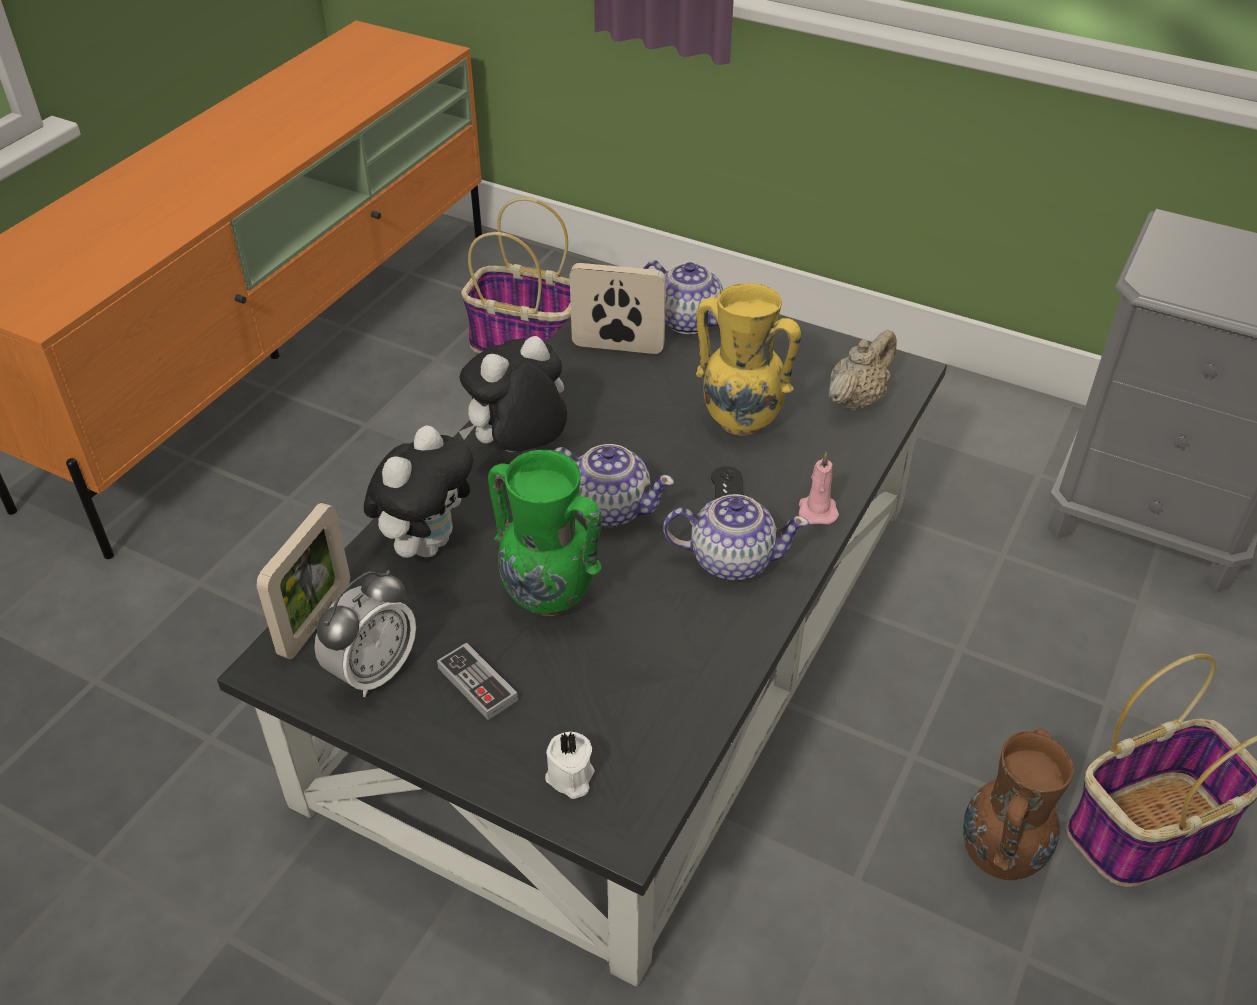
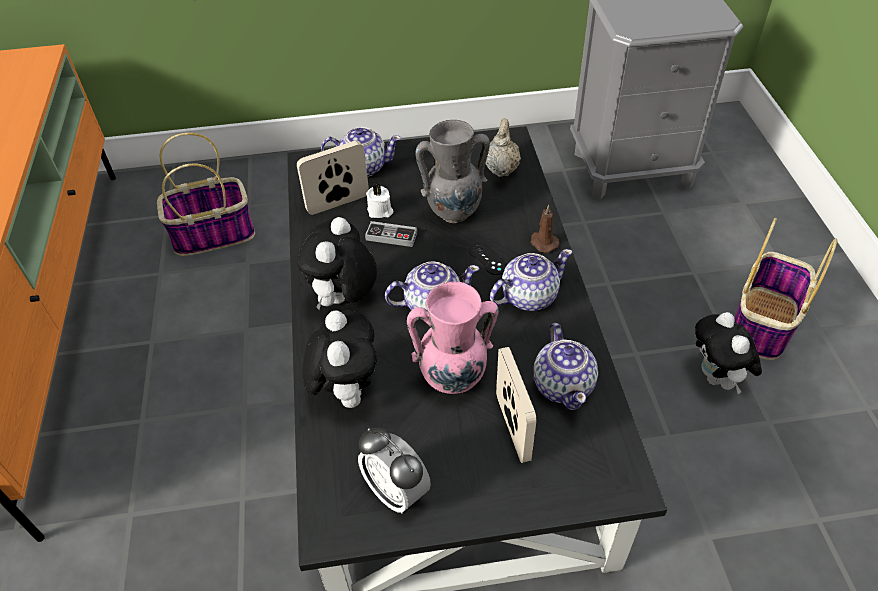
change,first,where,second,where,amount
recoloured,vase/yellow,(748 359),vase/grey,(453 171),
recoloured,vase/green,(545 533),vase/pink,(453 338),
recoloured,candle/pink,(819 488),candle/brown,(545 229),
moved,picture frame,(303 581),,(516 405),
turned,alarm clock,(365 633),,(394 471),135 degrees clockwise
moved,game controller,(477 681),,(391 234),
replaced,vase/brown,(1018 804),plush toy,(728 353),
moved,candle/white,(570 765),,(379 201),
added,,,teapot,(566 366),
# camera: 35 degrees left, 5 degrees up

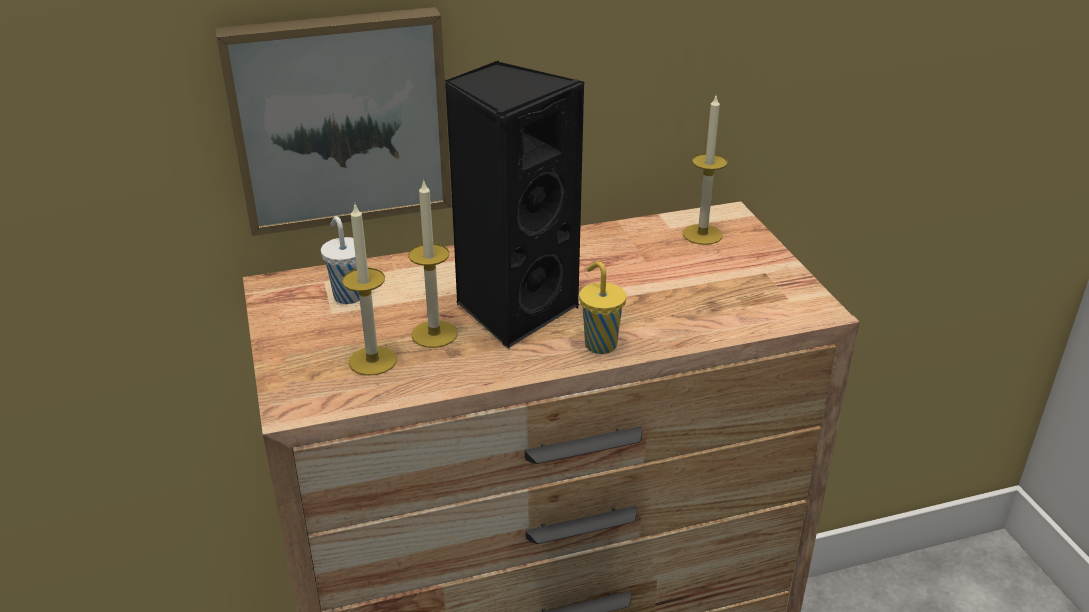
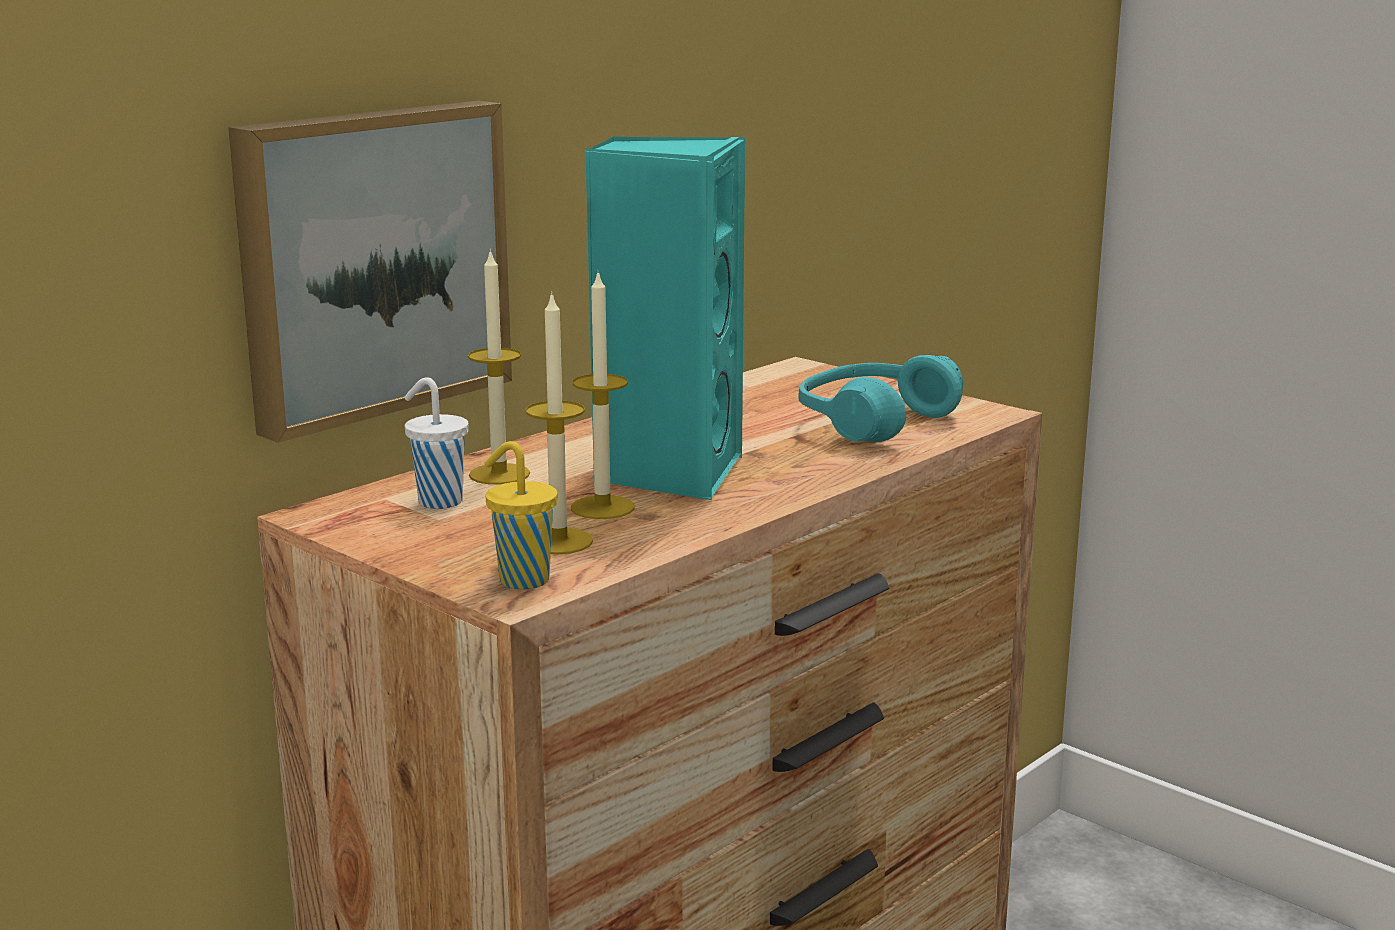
change,first,where,second,where,amount
recoloured,speaker/black,(514 204),speaker/turquoise,(665 318),
moved,candle,(705 170),,(499 367),
moved,cup/yellow,(602 307),,(521 515),
added,,,headphones/turquoise,(881 398),
# camera: 30 degrees left, 15 degrees down

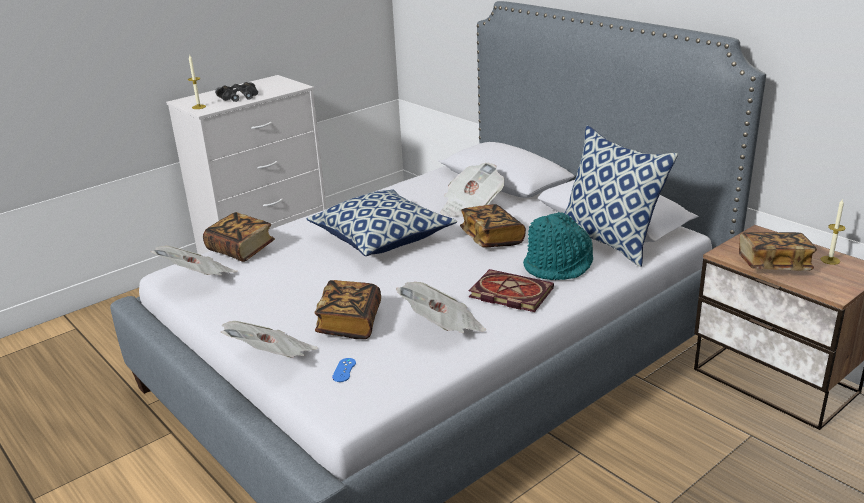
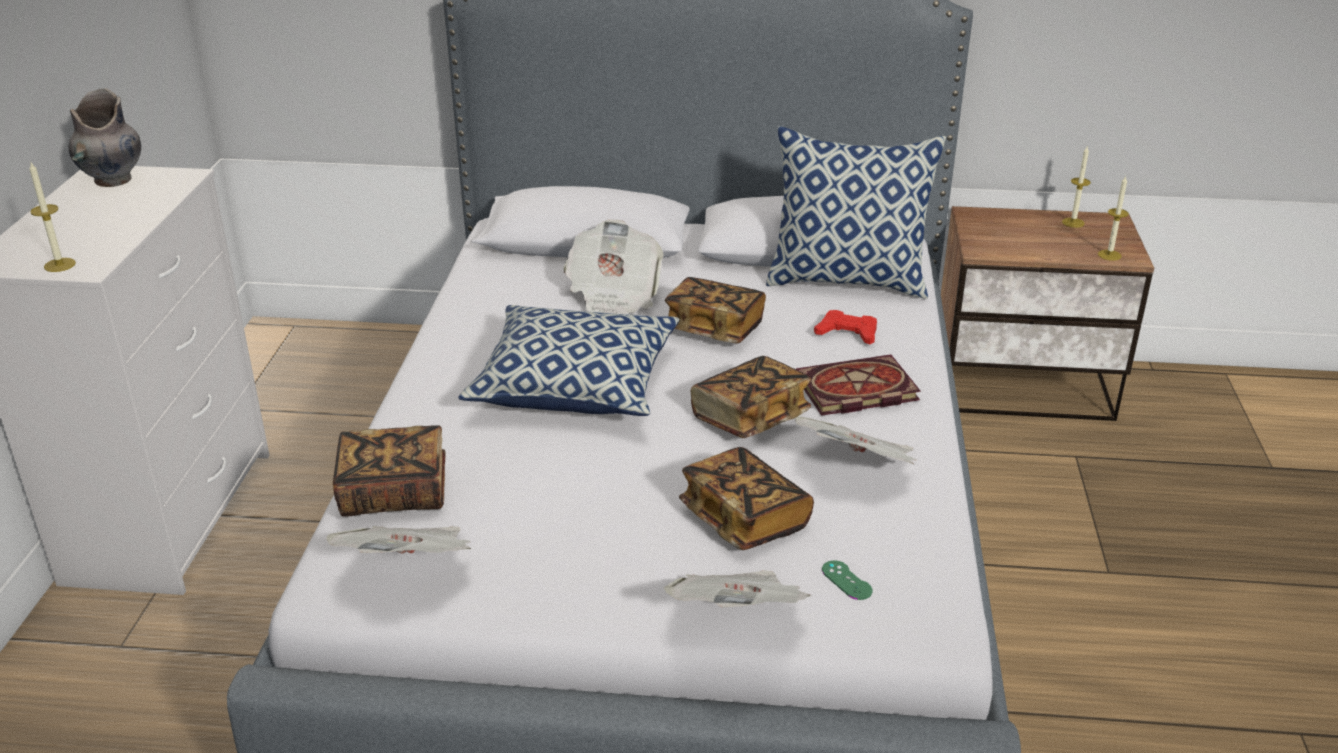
change,first,where,second,where,amount
removed,binoculars/black,(236 92),,,
replaced,hat/turquoise,(558 246),game controller/red,(845 327),
moved,book,(778 251),,(751 397),
recoloured,game controller/blue,(344 370),game controller/green,(847 580),
added,,,vase/grey,(105 137),
added,,,candle,(1113 218),
# camera: 45 degrees left, 5 degrees up

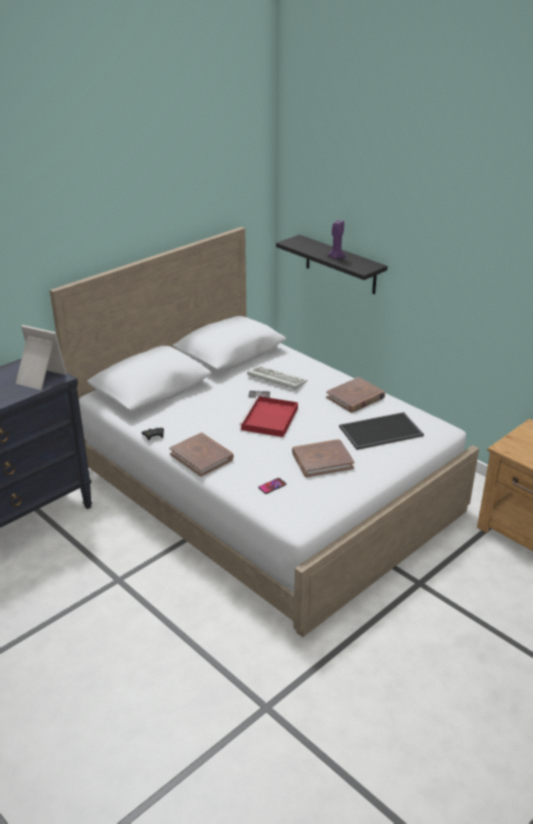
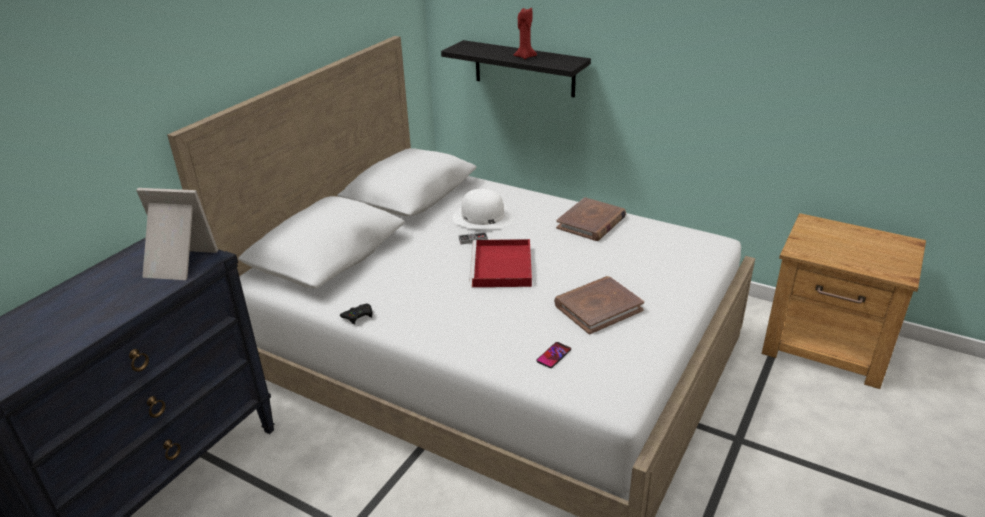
change,first,where,second,where,amount
recoloured,candle/purple,(337 240),candle/red,(525 33),
replaced,keyboard,(277 378),hat/white,(483 209),
removed,tray,(381 431),,,
removed,book/brown,(201 454),,,
# camera: 15 degrees left, 0 degrees up

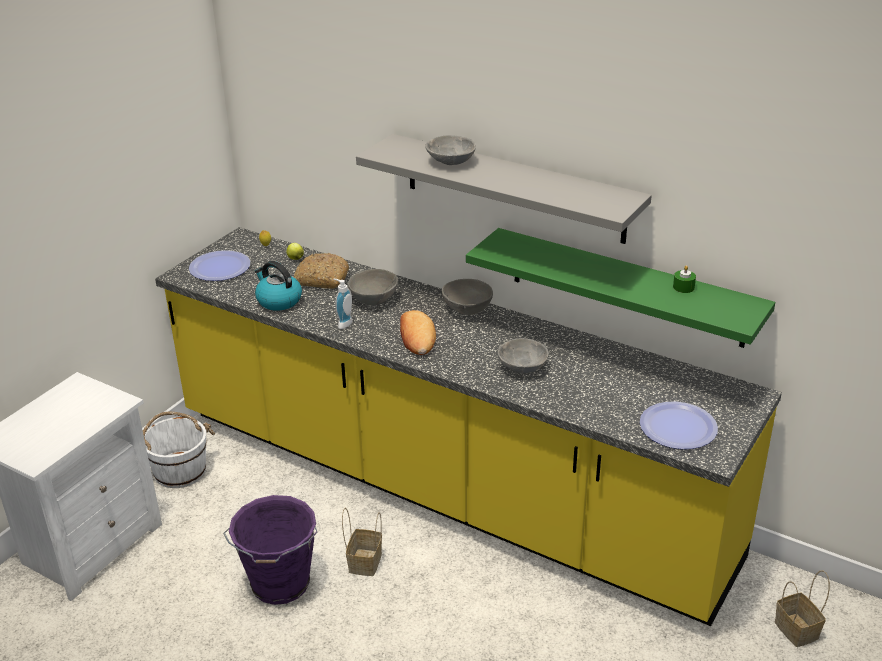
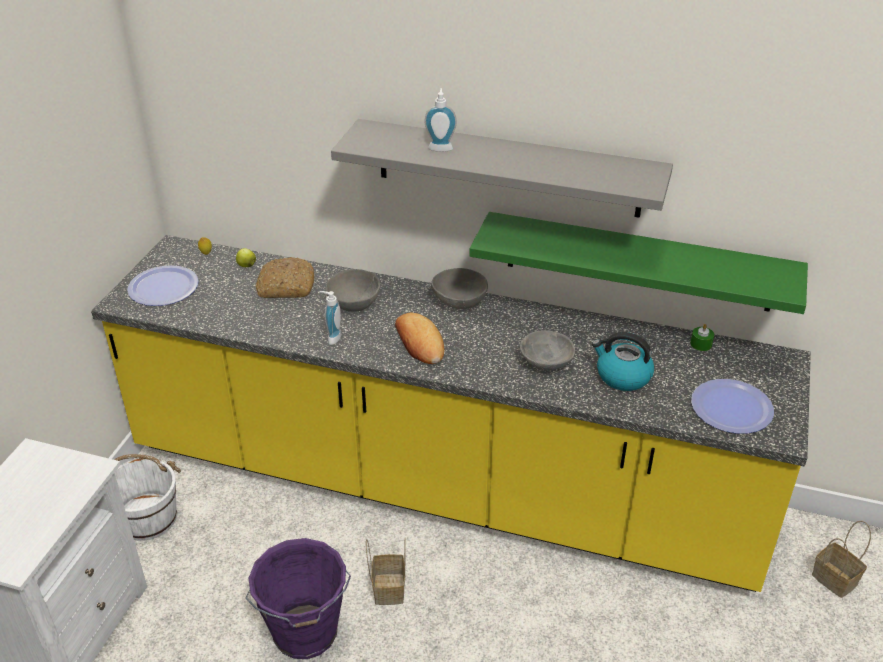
change,first,where,second,where,amount
replaced,bowl/grey,(450 150),soap dispenser,(441 120),
moved,kettle,(278 286),,(623 361),
moved,candle/green,(684 279),,(702 337),
# camera: 15 degrees left, 5 degrees up

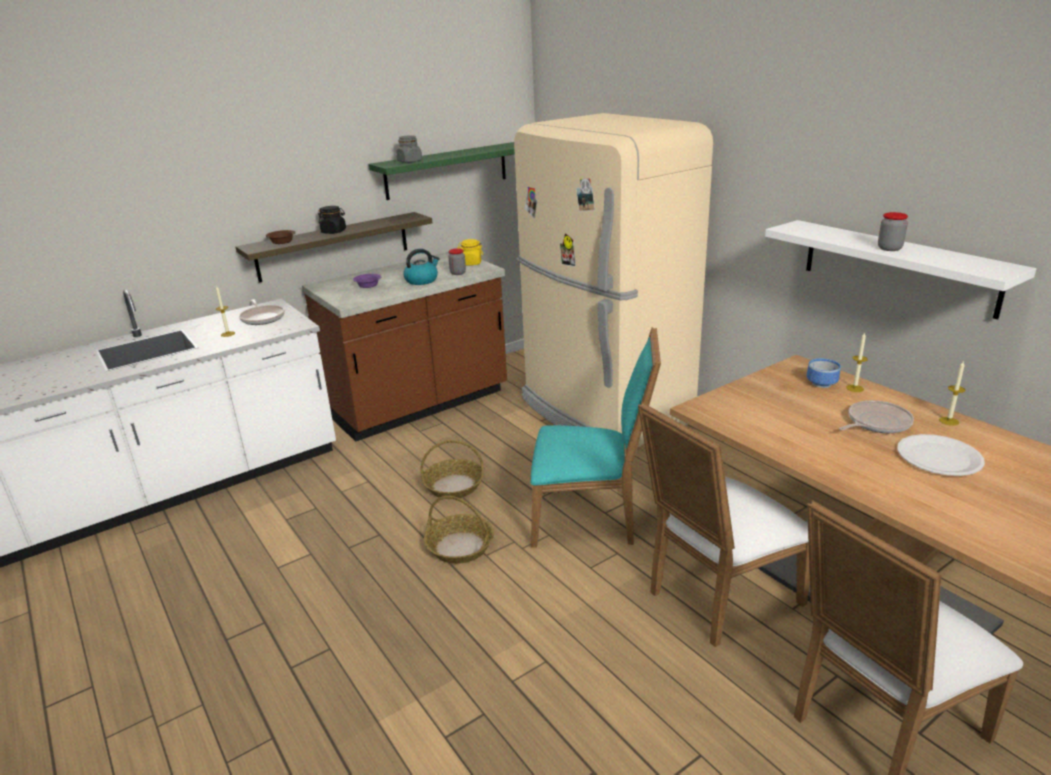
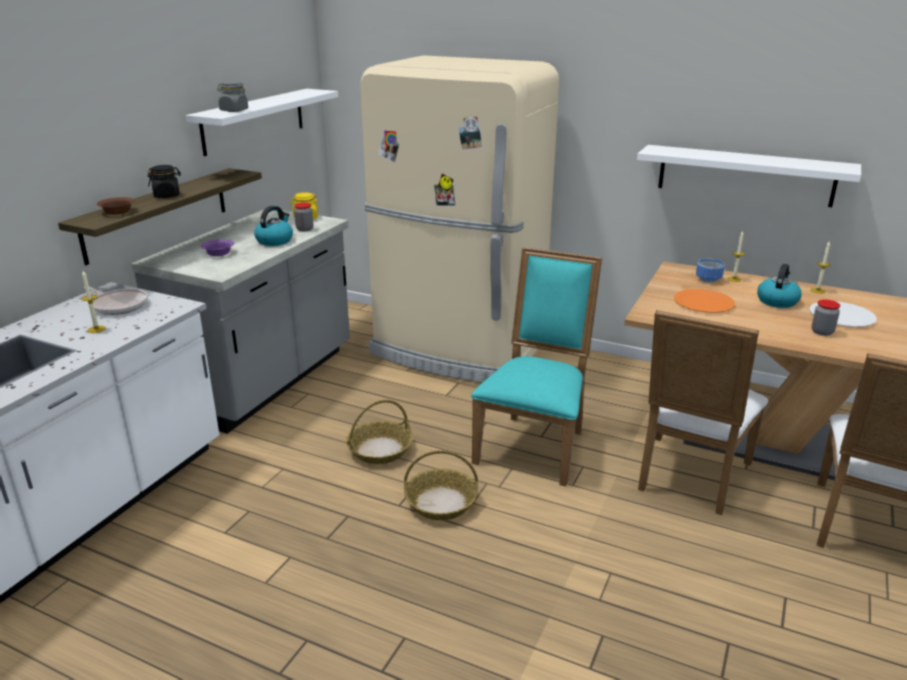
change,first,where,second,where,amount
recoloured,shelf/green,(442 171),shelf/white,(262 122),
moved,jar,(893 231),,(825 318),
recoloured,counter/brown,(404 347),counter/grey,(241 322),
turned,chair/turquoise,(596 437),,(536 367),45 degrees counterclockwise
replaced,frying pan,(876 416),kettle,(779 286),
added,,,plate/orange,(704 301),
# camera: 30 degrees left, 0 degrees up

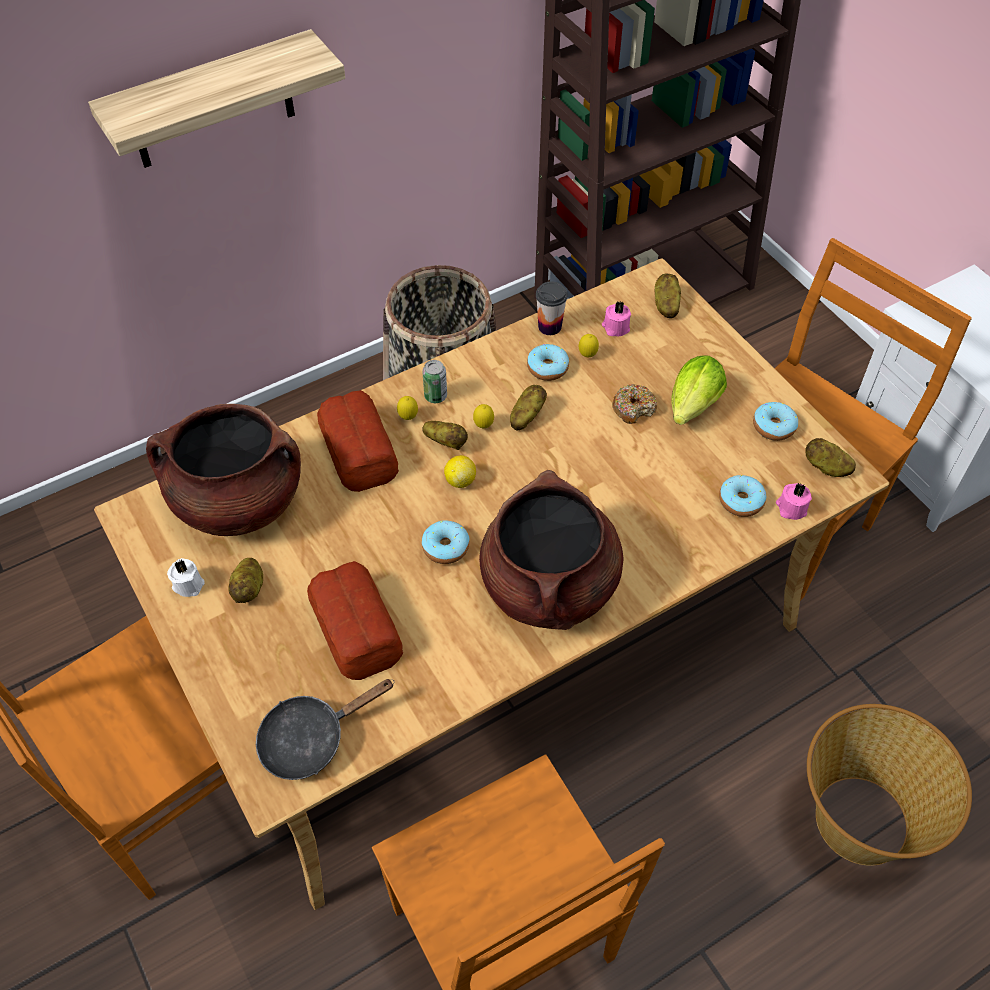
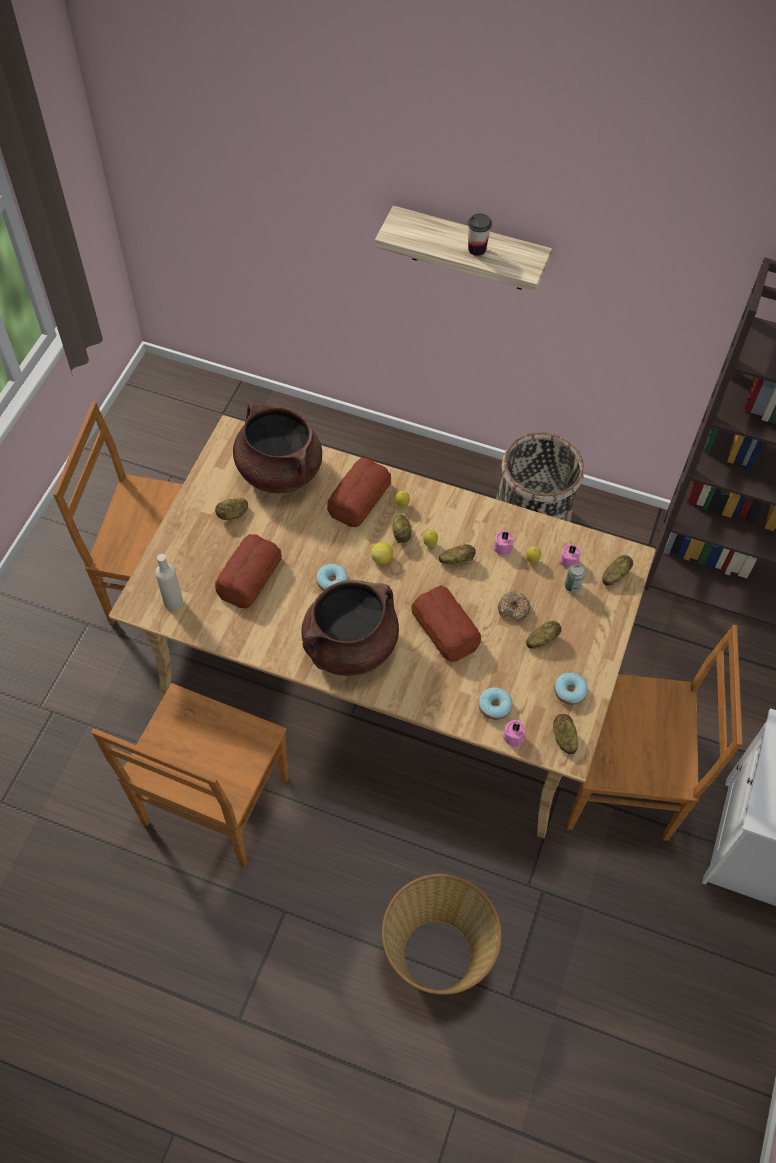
change,first,where,second,where,amount
moved,cup,(552 308),,(480 234),
replaced,donut,(548 362),candle/pink,(503 542),
replaced,lettuce,(699 390),potato,(543 635),
moved,can,(434 381),,(574 577),
removed,candle/white,(186 577),,,
replaced,frying pan/black,(325 729),bottle/beige,(169 582),
added,,,bread,(446 623),
# camera: 50 degrees right, 5 degrees up

